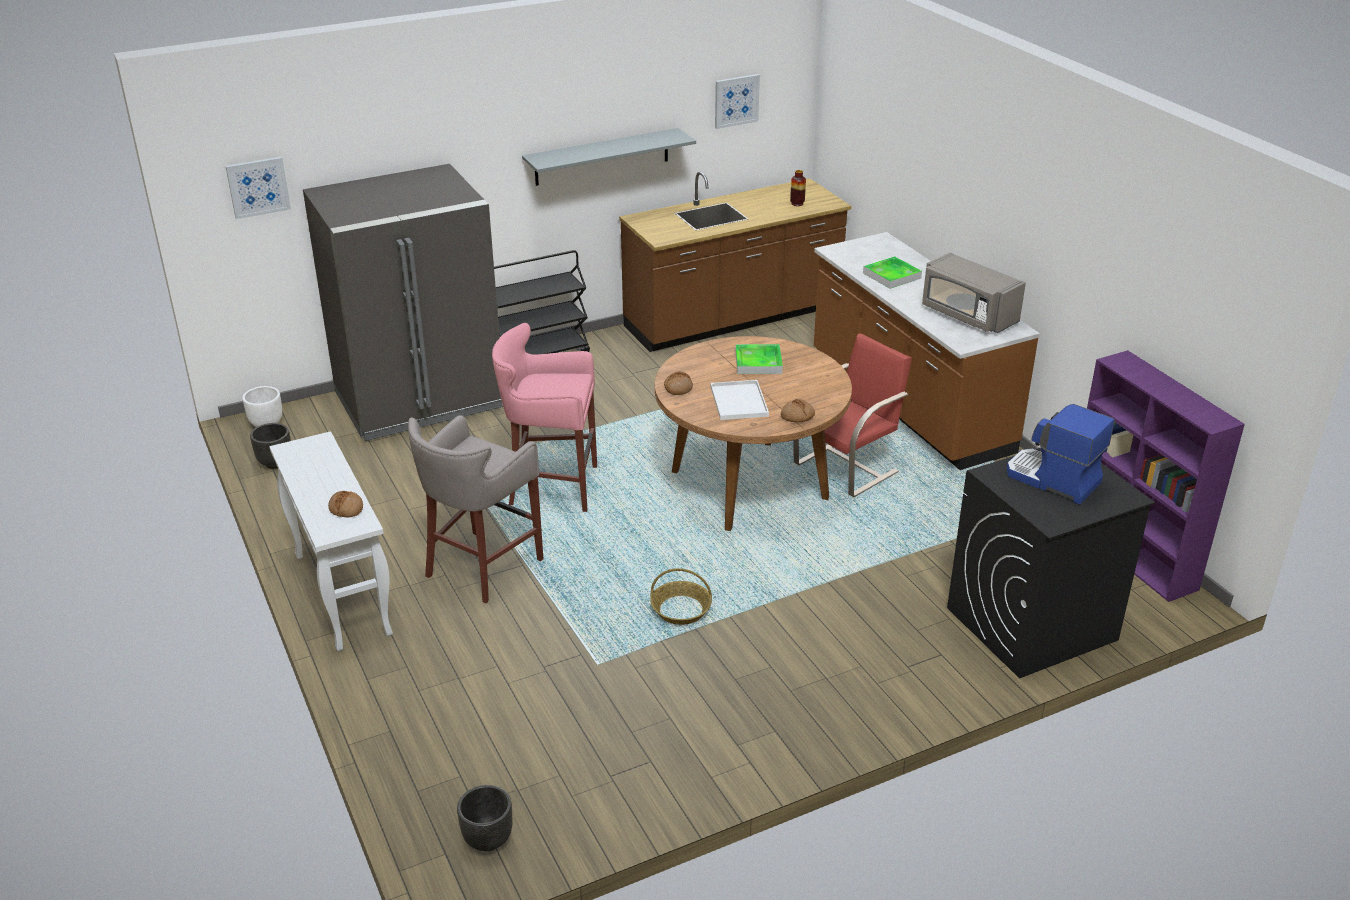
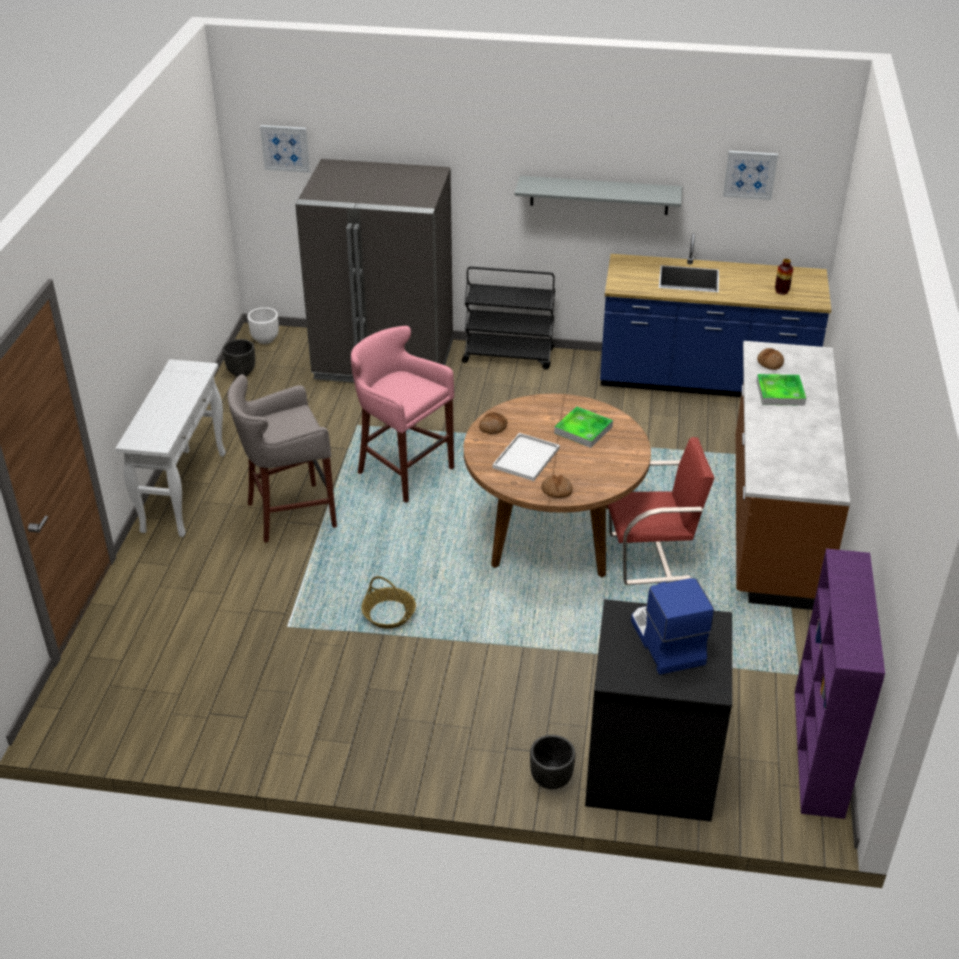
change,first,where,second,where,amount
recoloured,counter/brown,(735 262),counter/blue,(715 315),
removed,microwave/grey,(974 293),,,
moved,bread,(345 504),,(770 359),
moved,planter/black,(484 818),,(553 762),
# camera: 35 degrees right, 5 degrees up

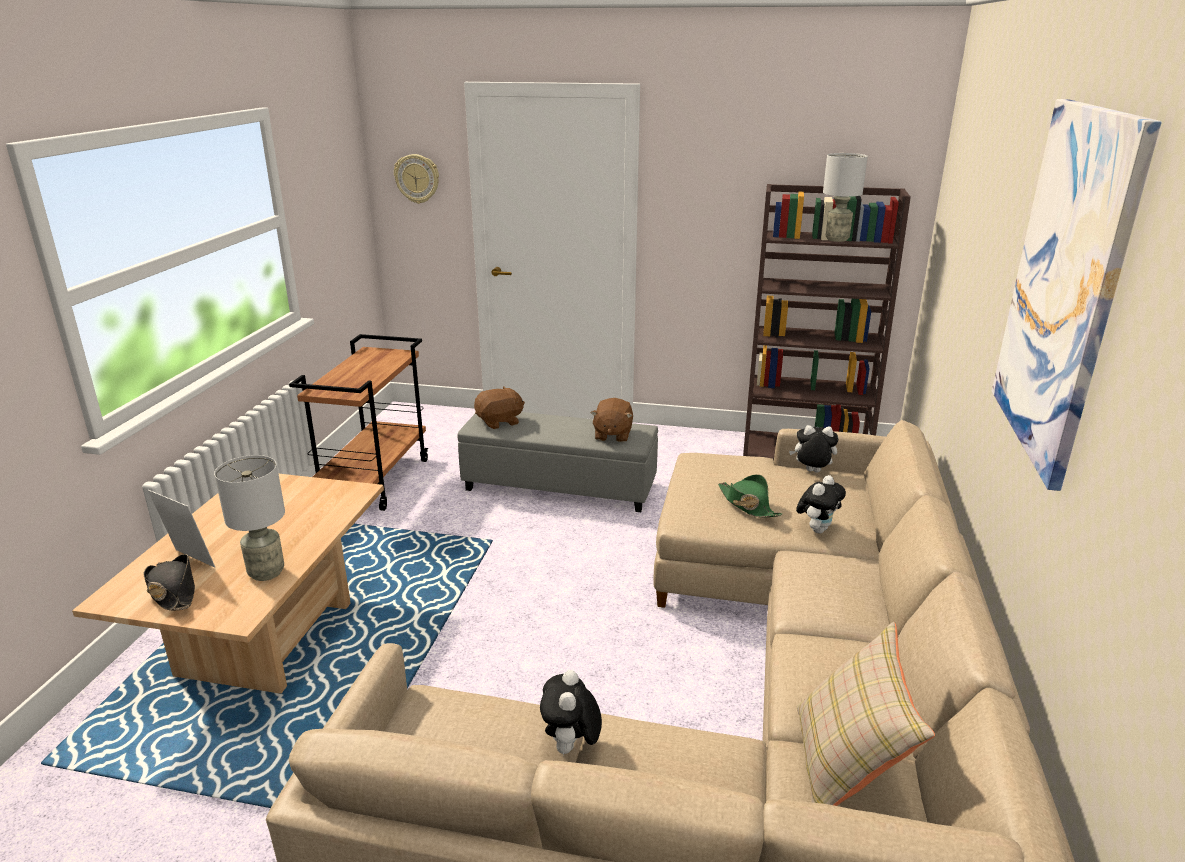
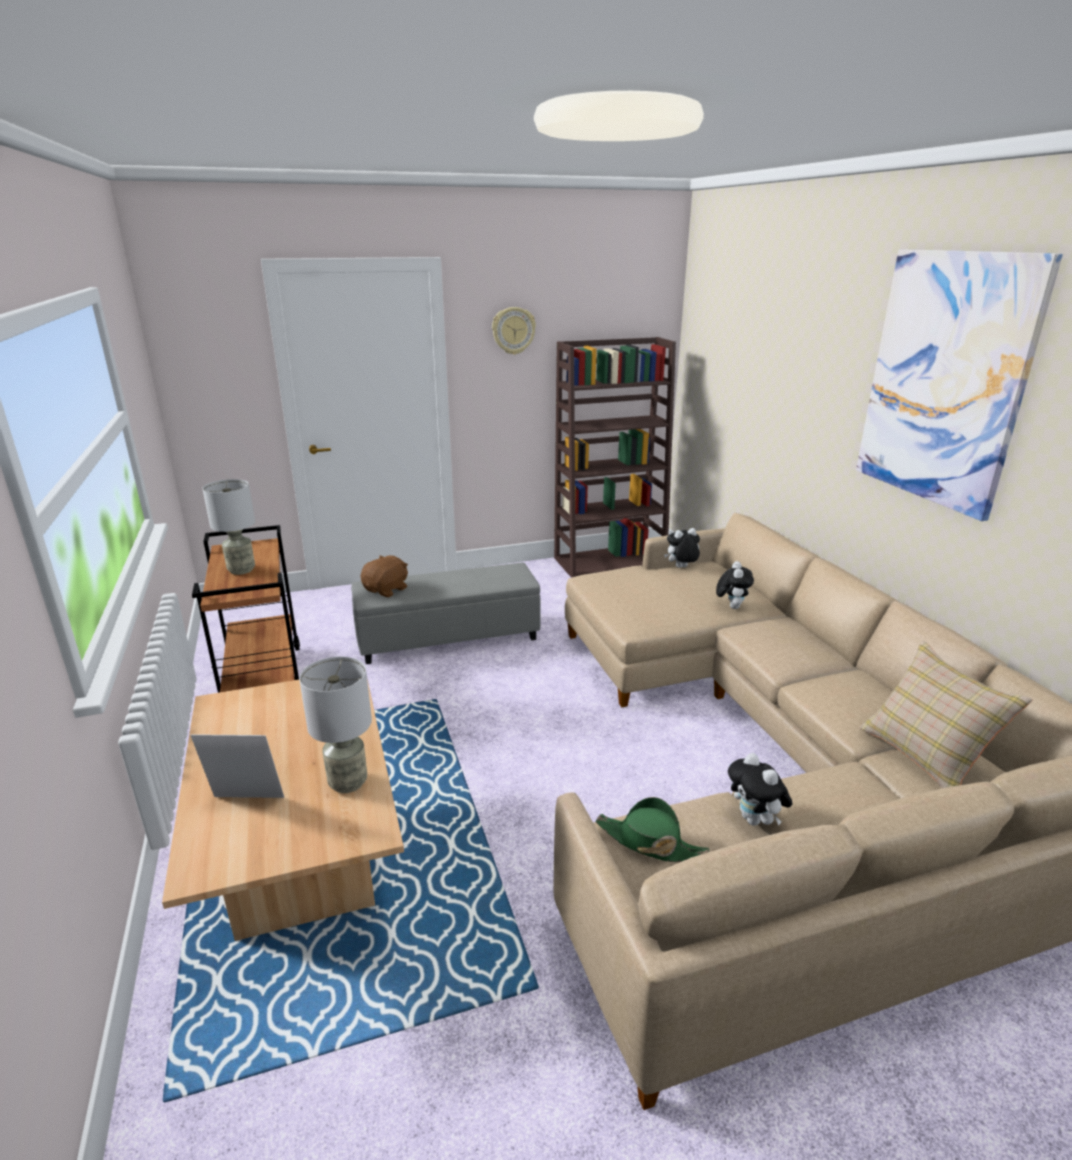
change,first,where,second,where,amount
moved,table lamp/grey,(845 197),,(228 527),
moved,wall clock,(416 179),,(514 331),
removed,plush toy/brown,(612 420),,,
moved,hat/green,(750 496),,(652 829),
removed,hat/black,(169 582),,,
# camera: 30 degrees left, 0 degrees up

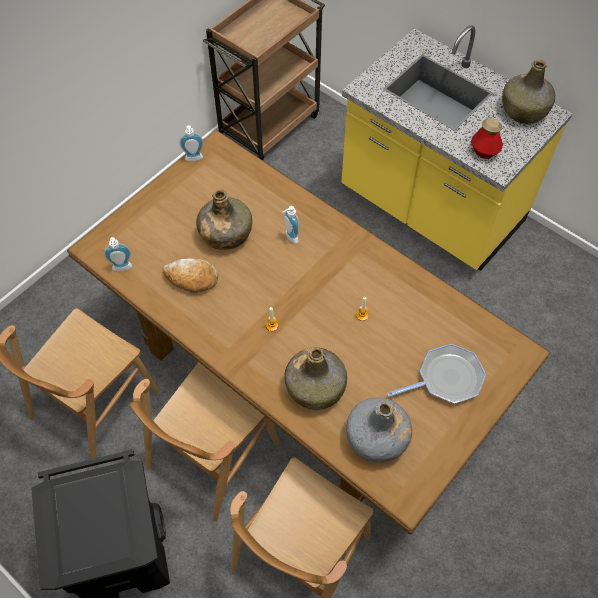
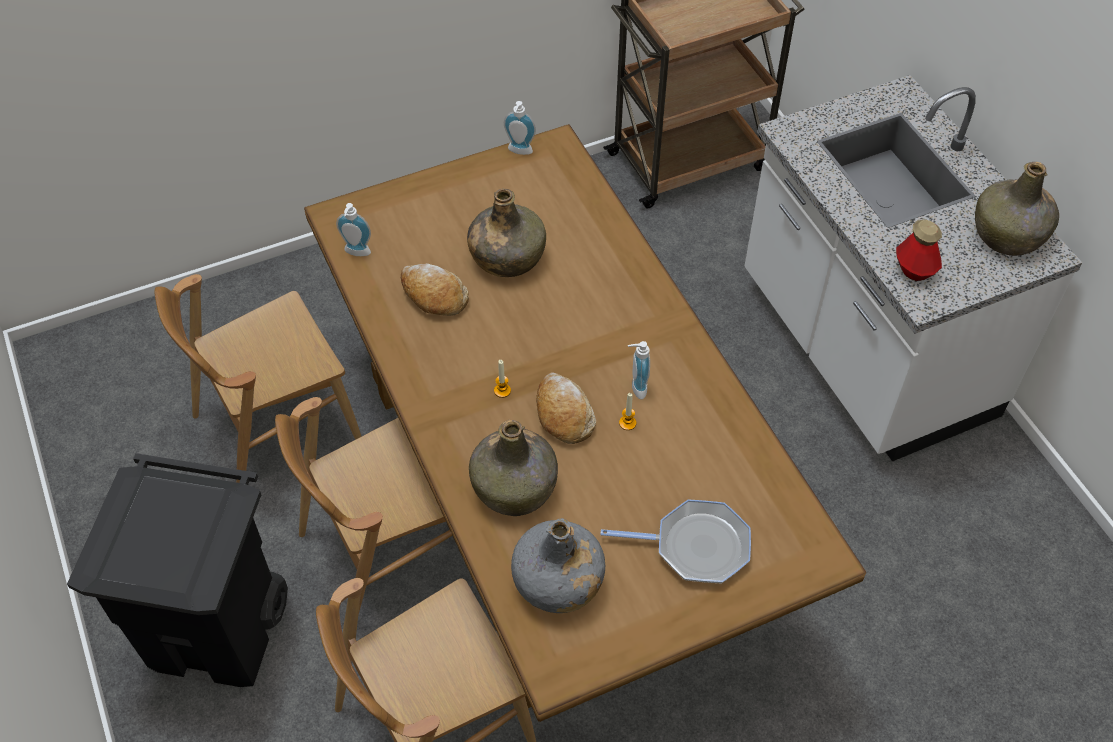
change,first,where,second,where,amount
recoloured,counter/yellow,(457 148),counter/white,(913 268),
moved,soap dispenser,(291 225),,(639 370),
added,,,bread,(566 408),
# camera: 25 degrees right, 5 degrees down

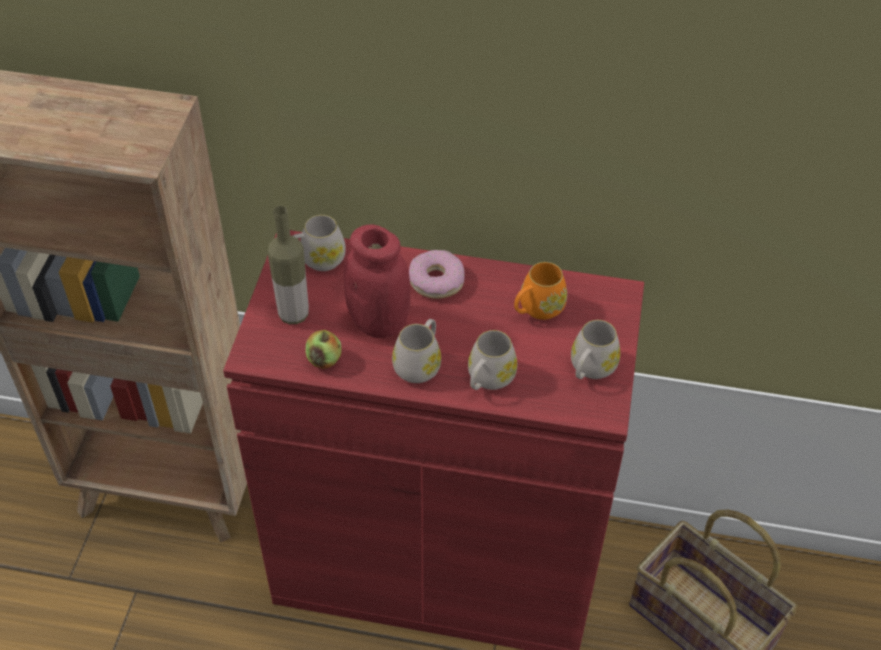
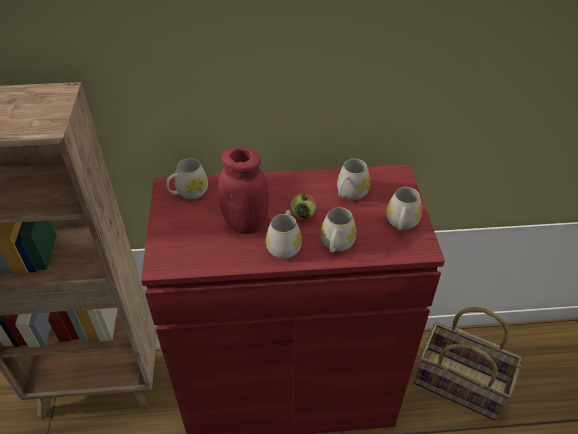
change,first,where,second,where,amount
removed,bottle,(288 265),,,
removed,donut,(436 274),,,
recoloured,mug/orange,(540 291),mug/white,(353 179),
moved,apple,(323 349),,(303 206),
# camera: 15 degrees left, 5 degrees down

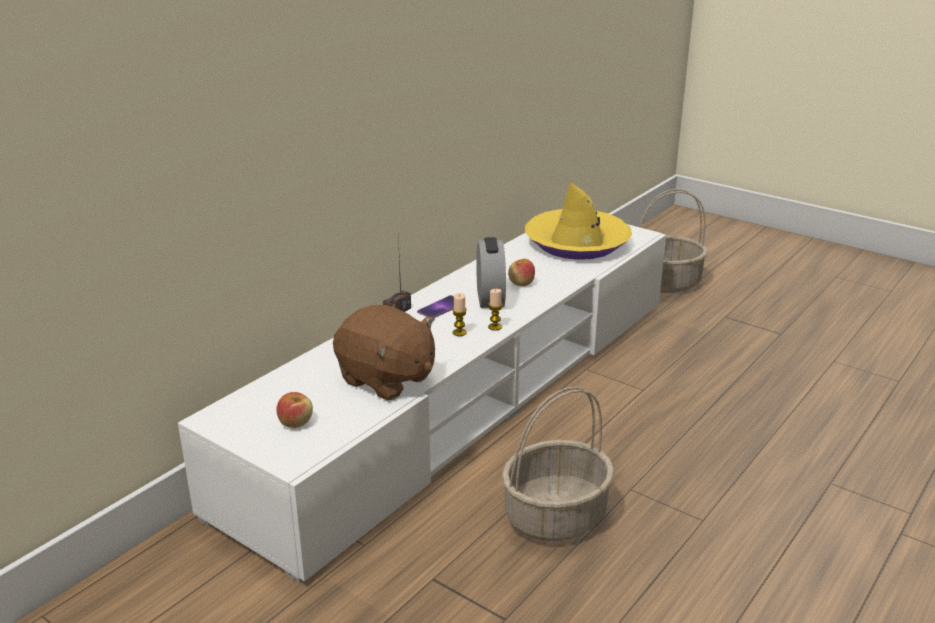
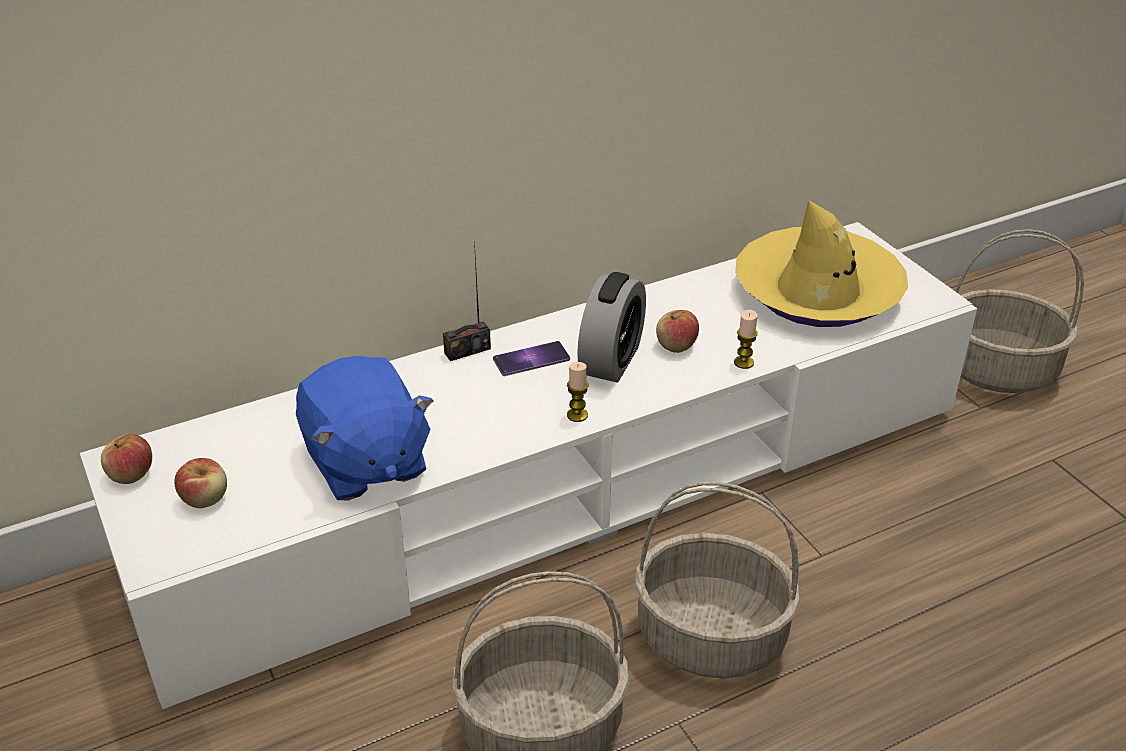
change,first,where,second,where,amount
moved,candle,(459 314),,(746 339),
recoloured,plush toy/brown,(384 352),plush toy/blue,(364 428),
added,,,apple,(126 459),
added,,,basket,(717 580),
# camera: 25 degrees right, 10 degrees up

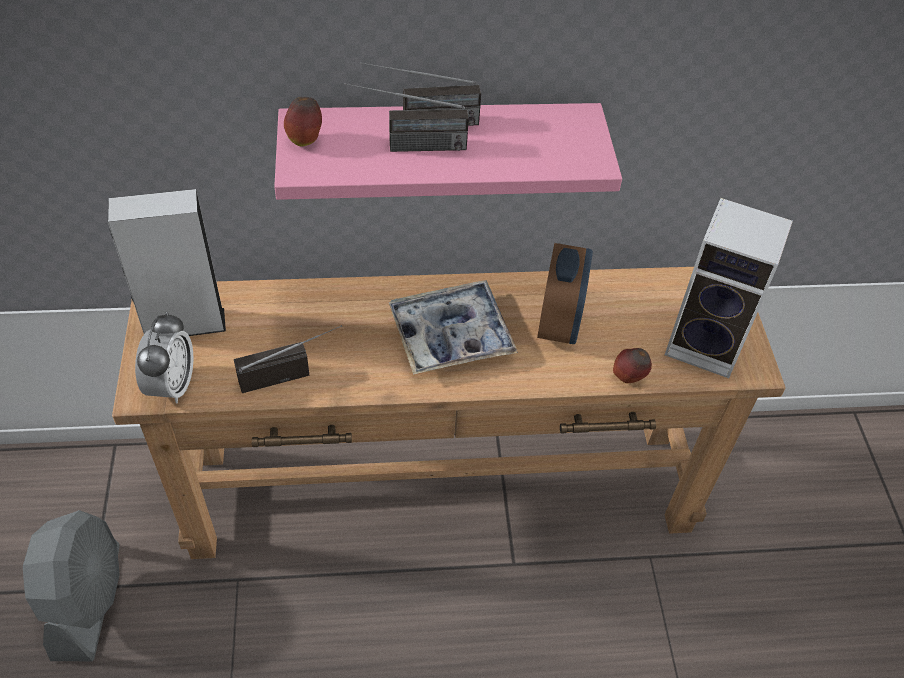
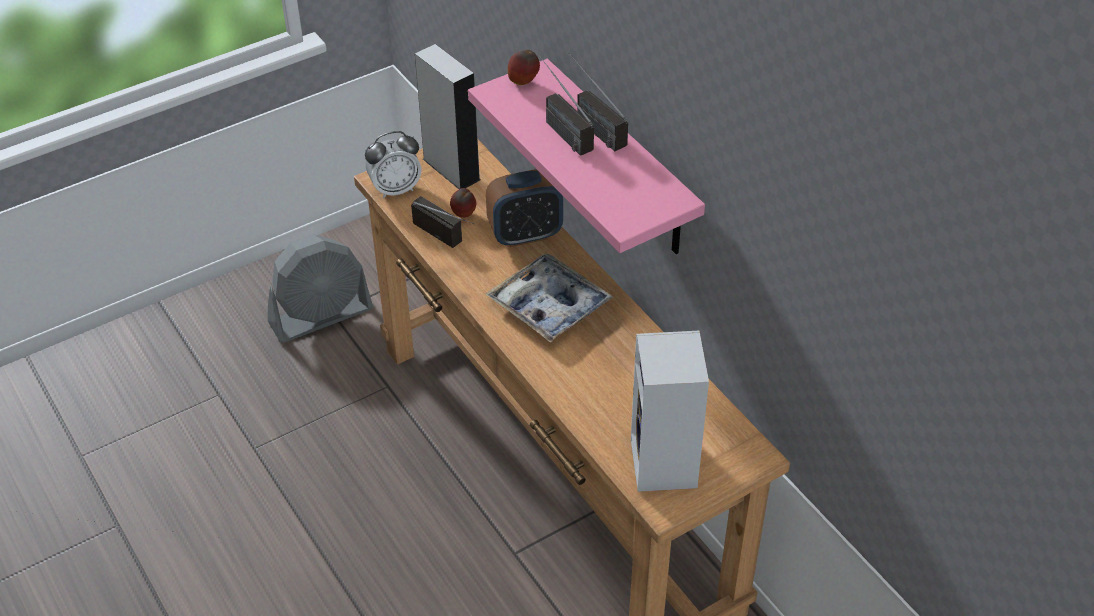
change,first,where,second,where,amount
moved,alarm clock,(565 293),,(524 208),
moved,apple,(632 365),,(463 203),
# camera: 65 degrees right, 5 degrees down

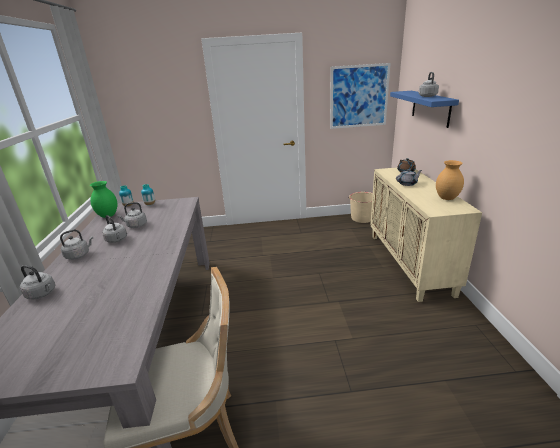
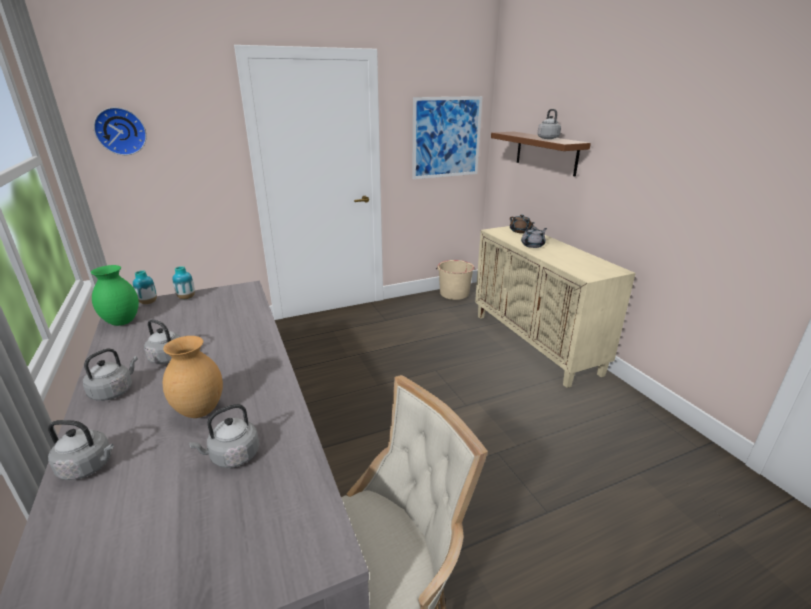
change,first,where,second,where,amount
recoloured,shelf/blue,(424 109),shelf/brown,(541 154),
moved,vase/brown,(450 180),,(193 377),
moved,kettle/grey,(132 215),,(224 436),
added,,,wall clock,(120 131),
# camera: 20 degrees left, 0 degrees up

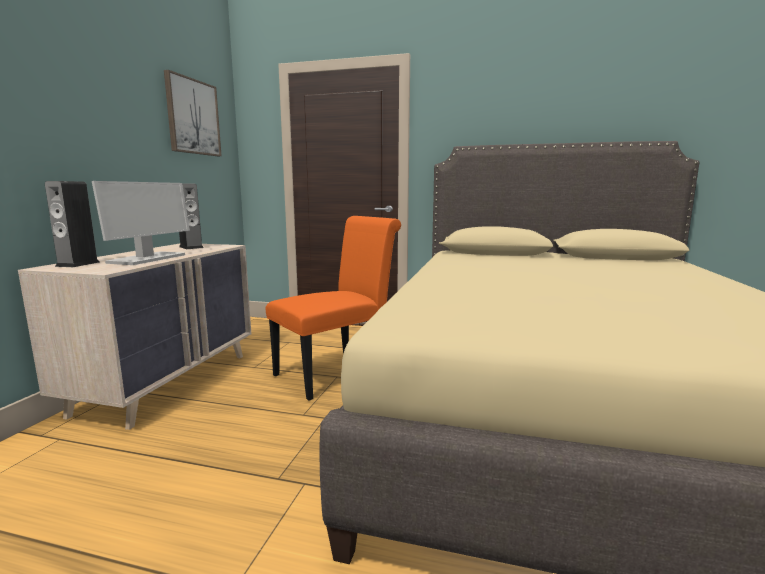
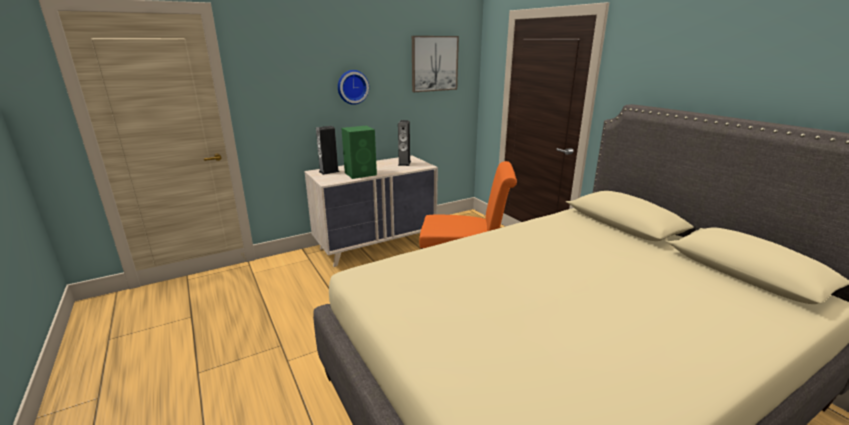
change,first,where,second,where,amount
replaced,monitor,(141 223),speaker/green,(359 152),
added,,,wall clock,(353 87),
# camera: 45 degrees right, 10 degrees up

